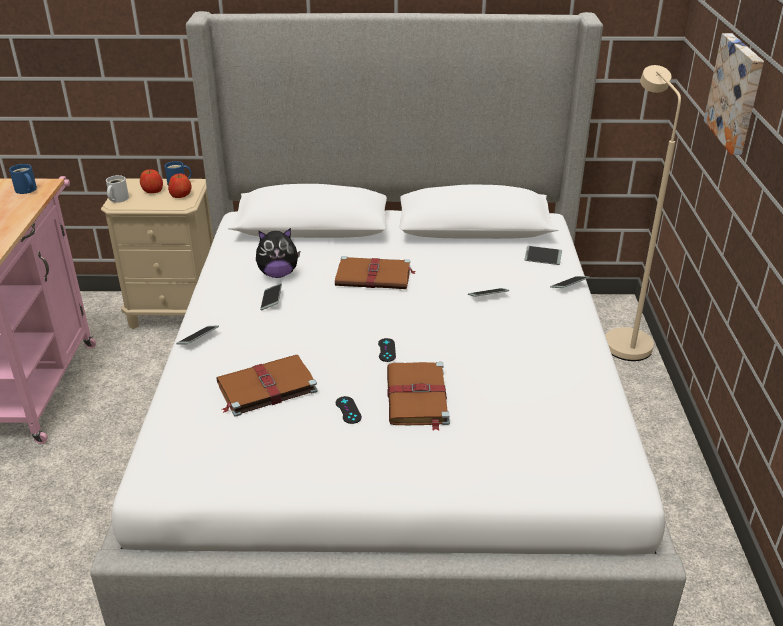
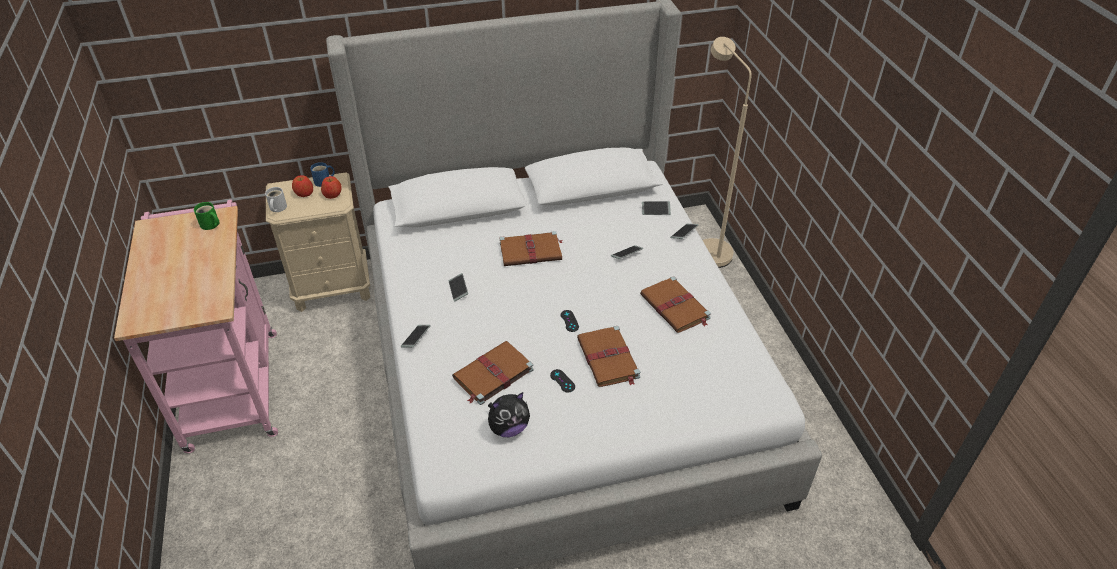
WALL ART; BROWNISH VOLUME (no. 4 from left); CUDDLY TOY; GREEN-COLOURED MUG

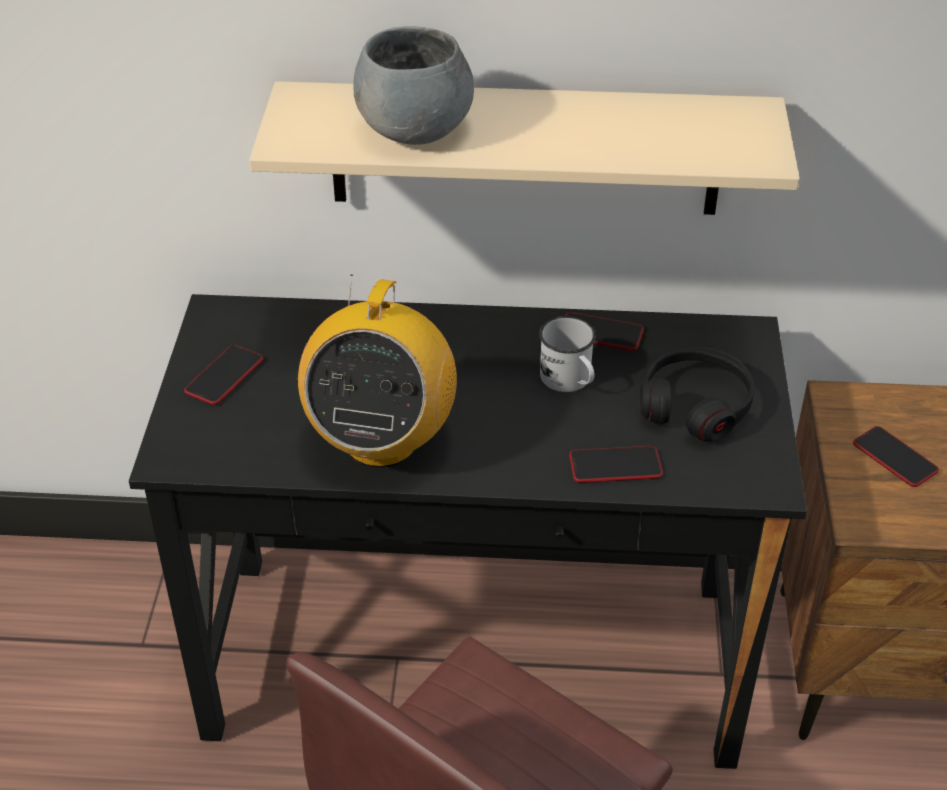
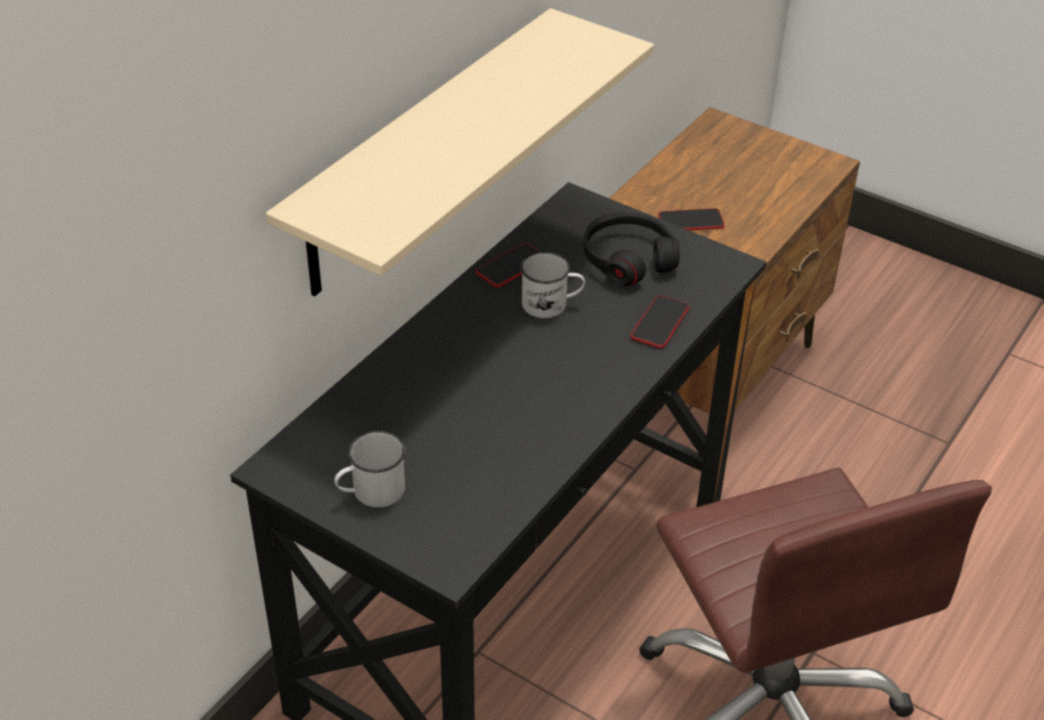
RADIO RECEIVER; GREY DEEP DISH; WHITE-COLOURED MUG (no. 1 from left)

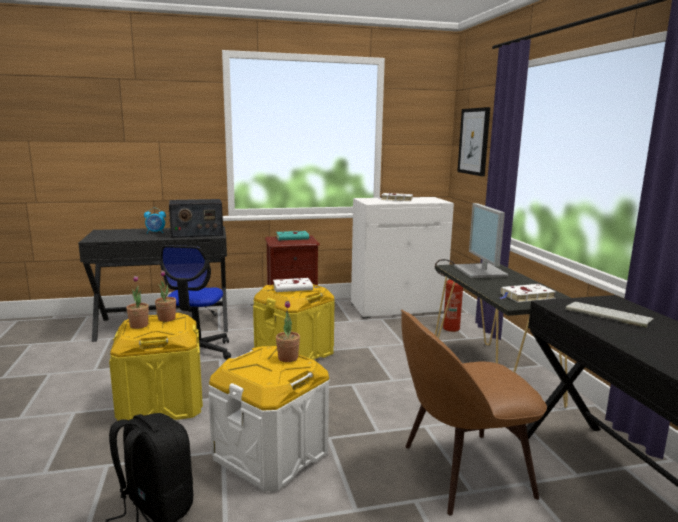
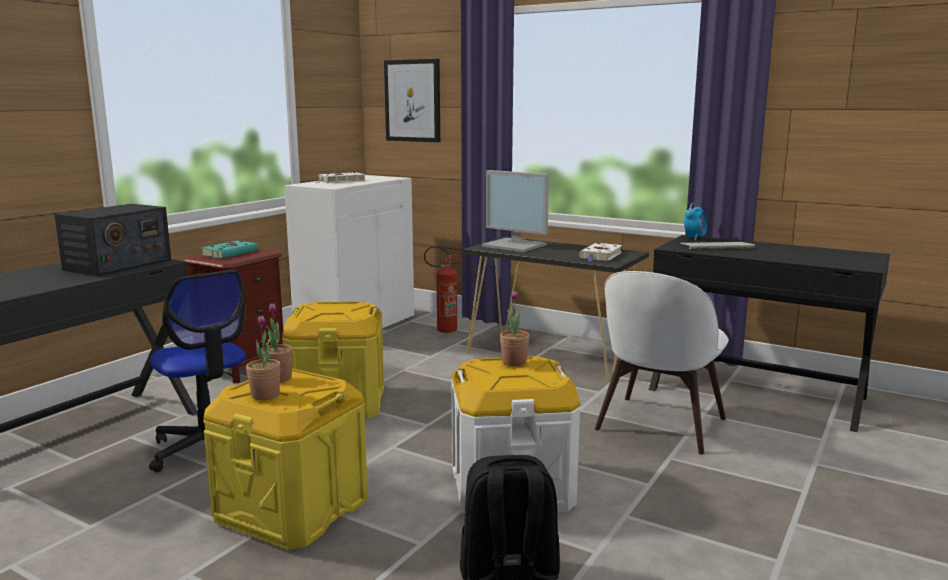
WHITE-COLOURED VOLUME (no. 1 from left in the first image); TABLE CLOCK; WHITE-COLOURED PLAIN CHAIR

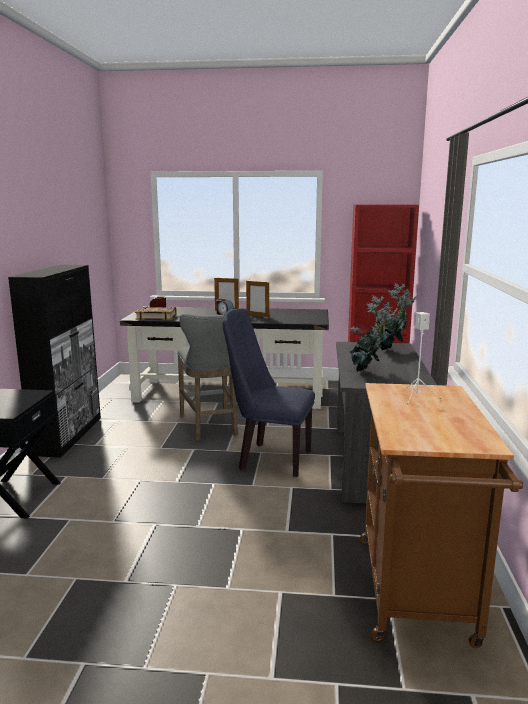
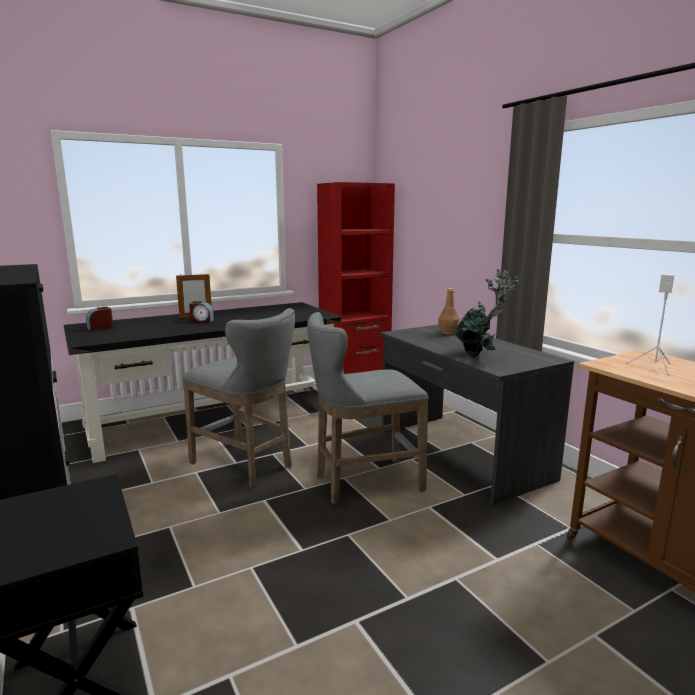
VOLUME; PHOTO FRAME (no. 2 from left in the first image); GREY STOOL SEAT (no. 2 from left); BROWNISH BOTTLE

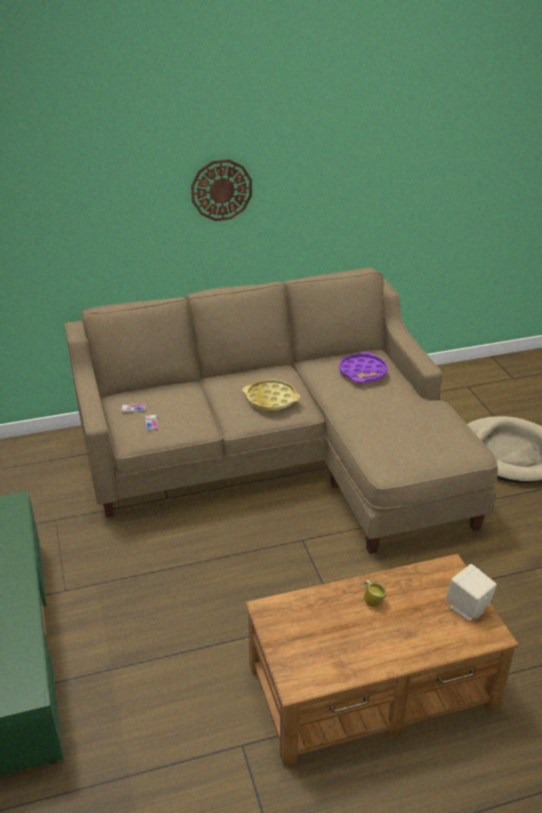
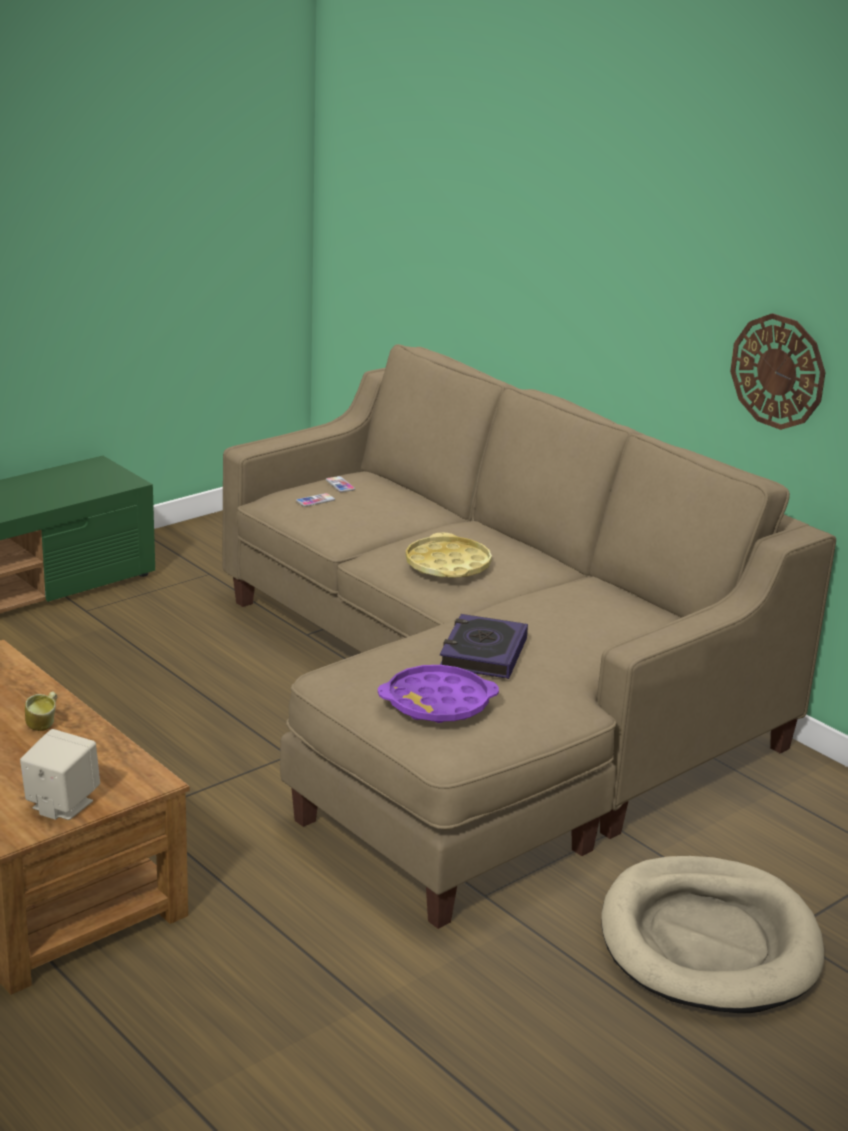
VOLUME; HANGING CLOCK; PURPLE-COLOURED TRAY

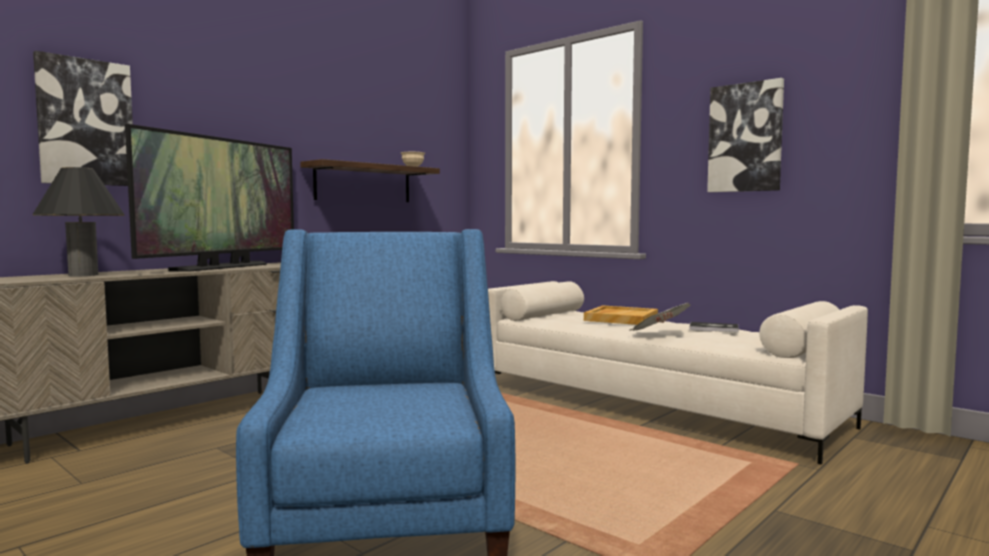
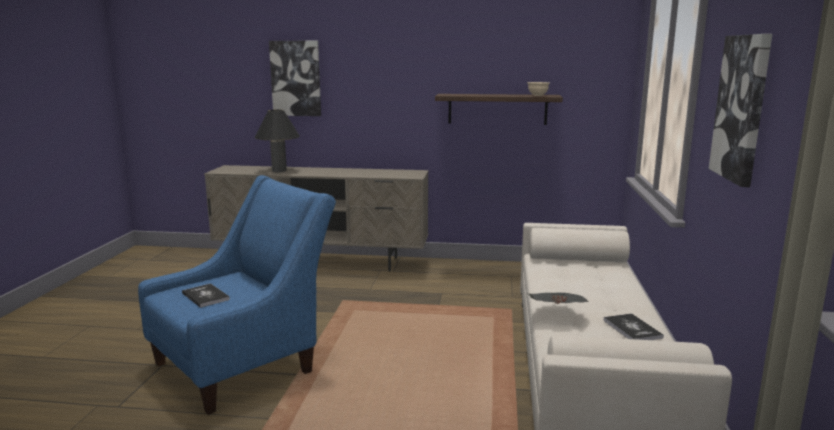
TV; SAND-COLOURED TRAY; VOLUME (no. 1 from left)

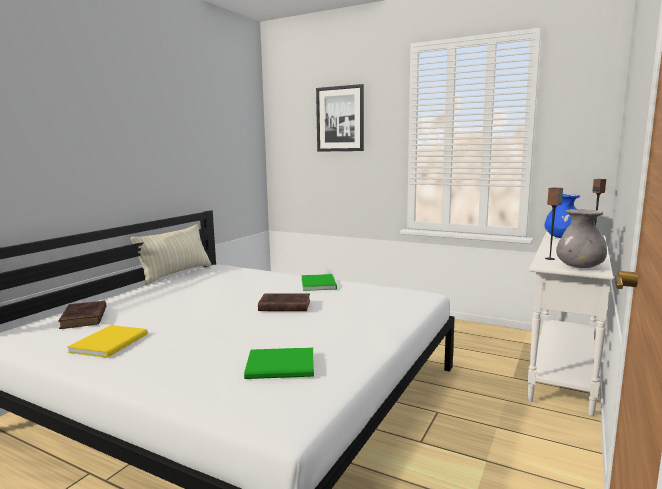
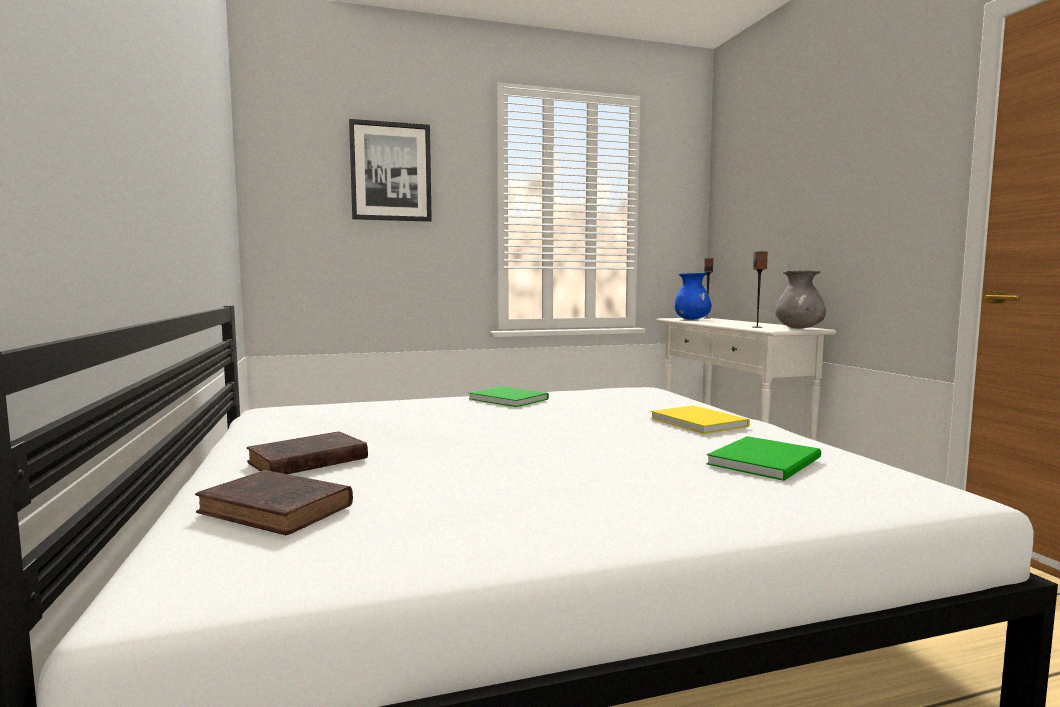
SAND-COLOURED PILLOW; YELLOWISH VOLUME; BROWNISH VOLUME (no. 2 from left)

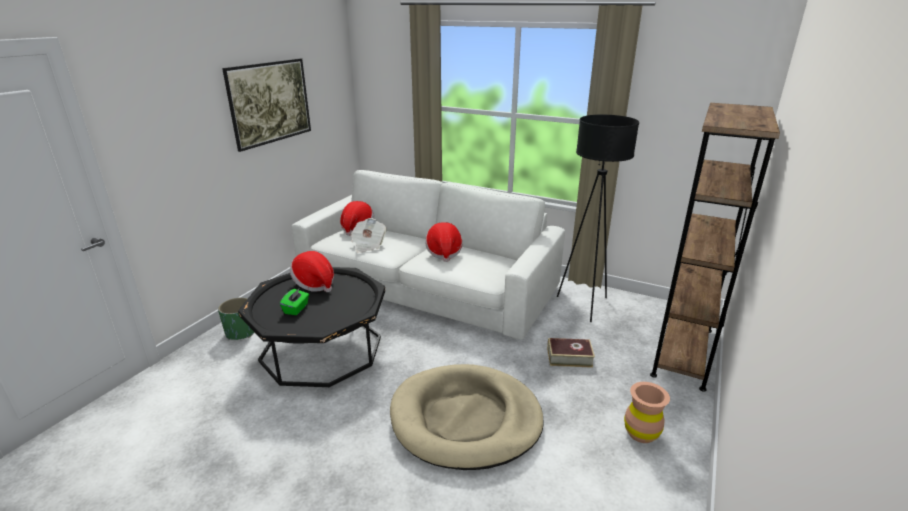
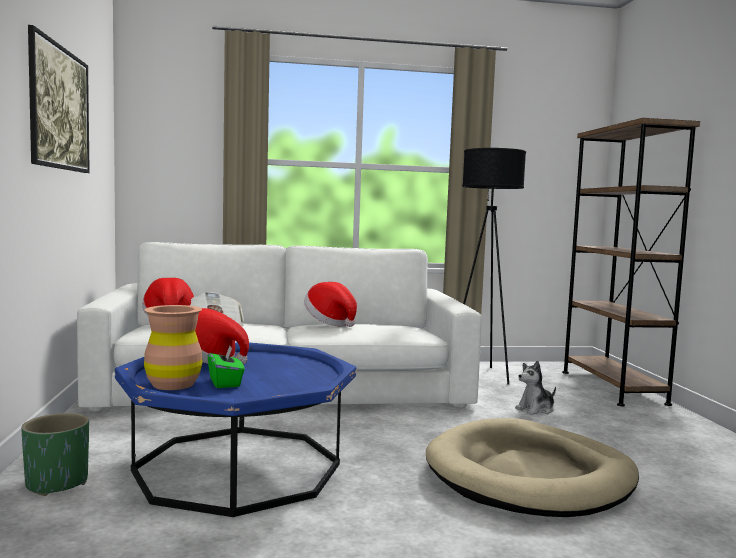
BROWNISH DECORATIVE VASE; CUDDLY TOY; BLUE LOW TABLE

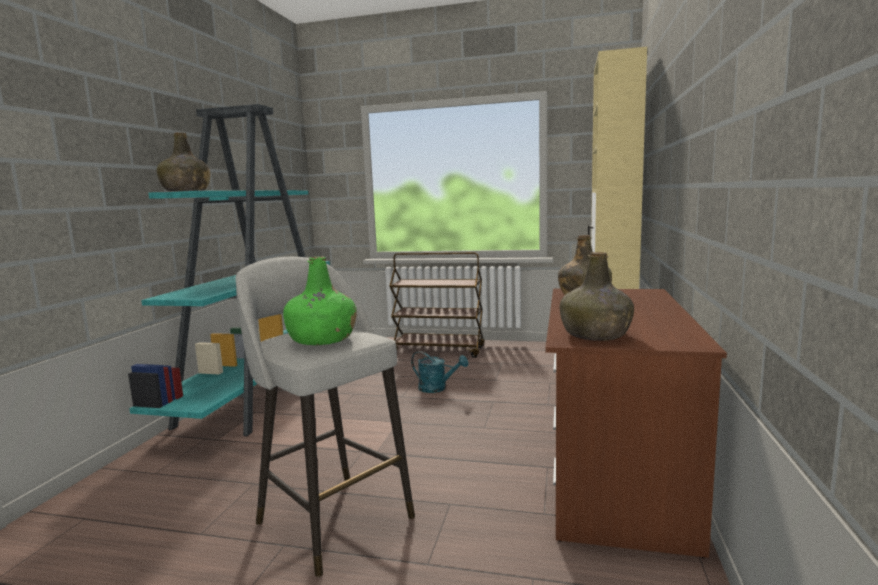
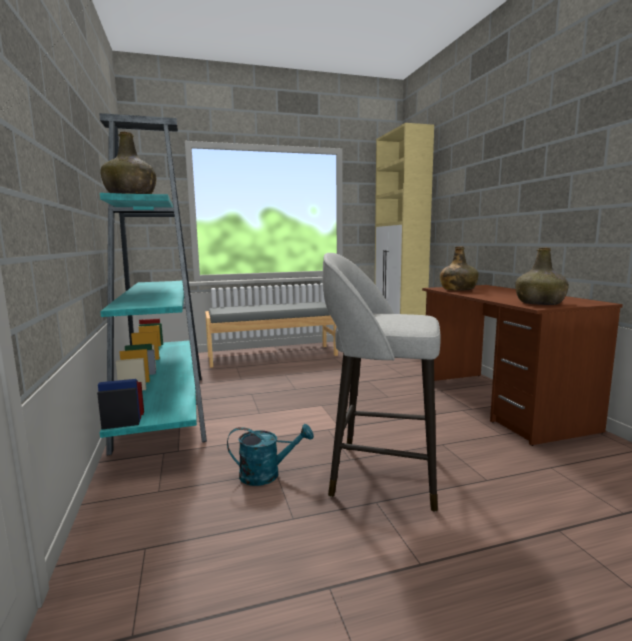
GREEN-COLOURED BOTTLE (no. 2 from left in the first image); BLUE-GREEN WATERING CAN; GREY LONG SEAT

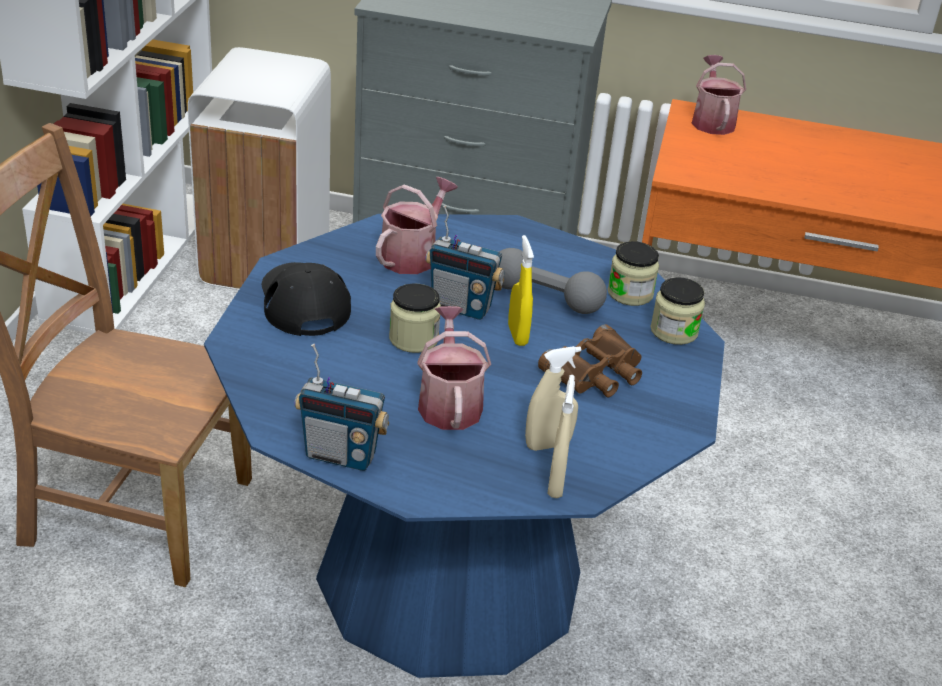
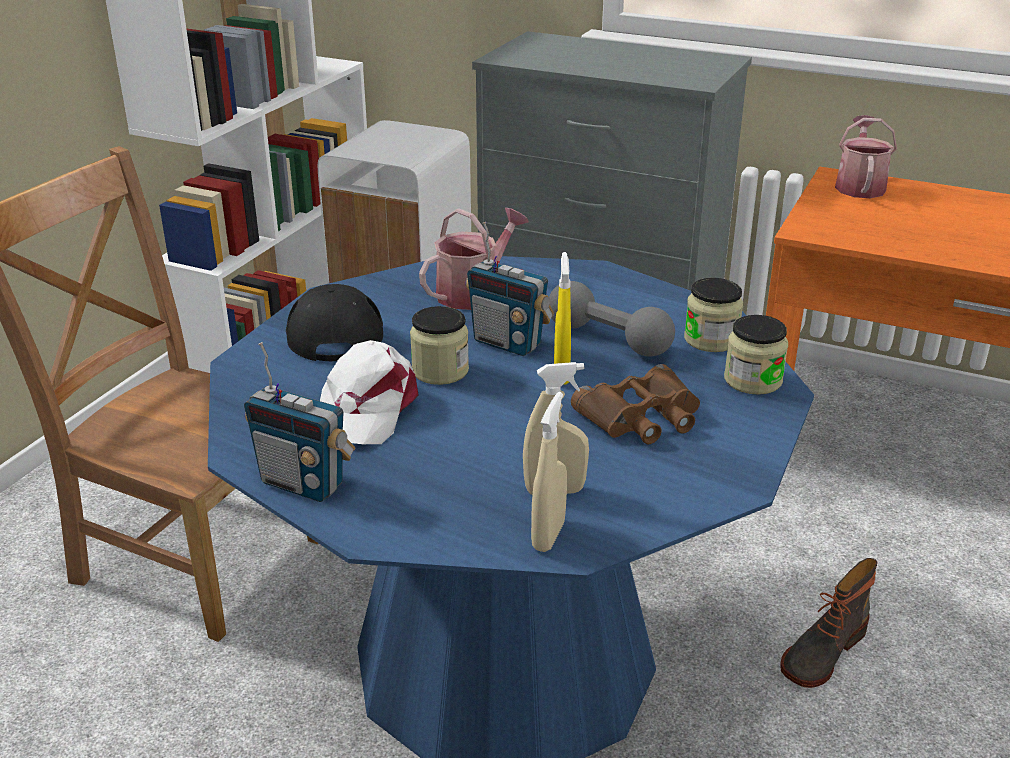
WATERING CAN (no. 2 from left in the first image); WHITE-COLOURED PEAKED CAP; BOOT

